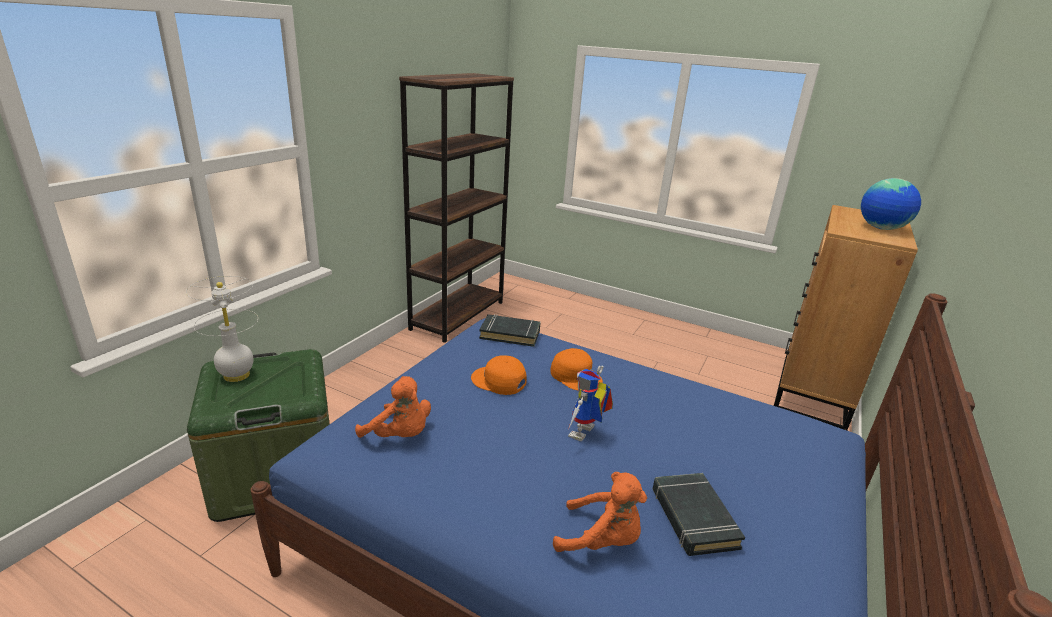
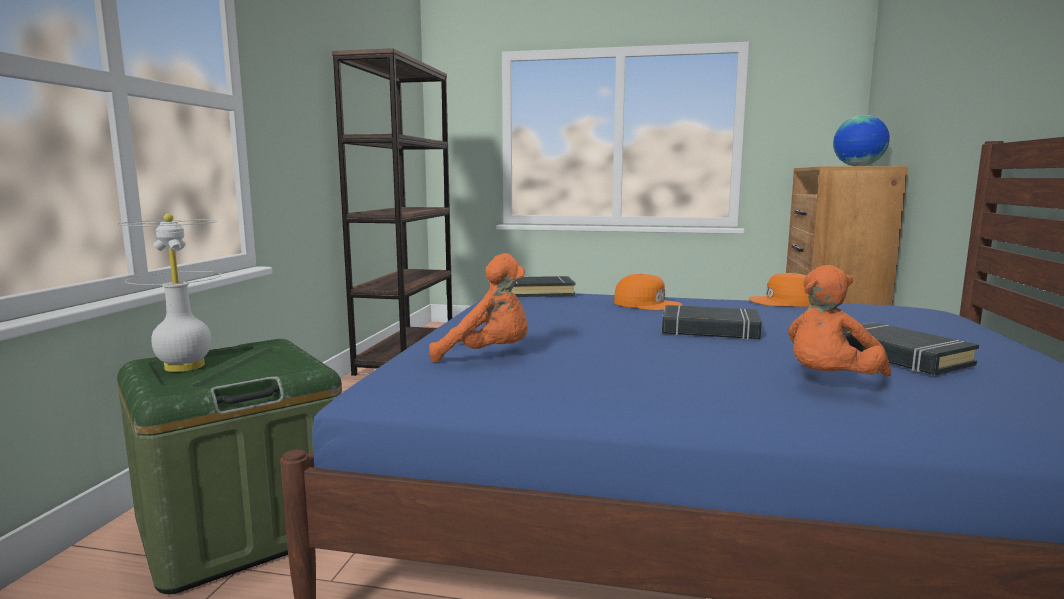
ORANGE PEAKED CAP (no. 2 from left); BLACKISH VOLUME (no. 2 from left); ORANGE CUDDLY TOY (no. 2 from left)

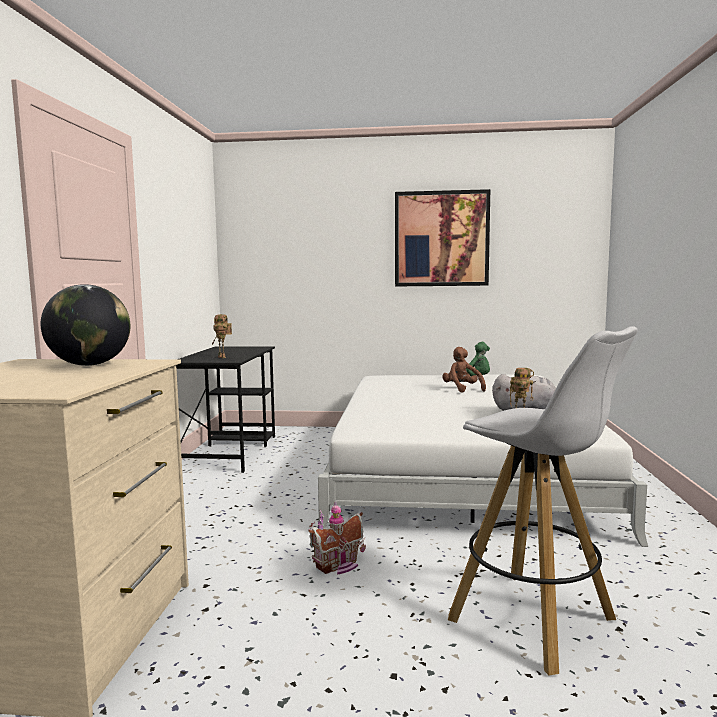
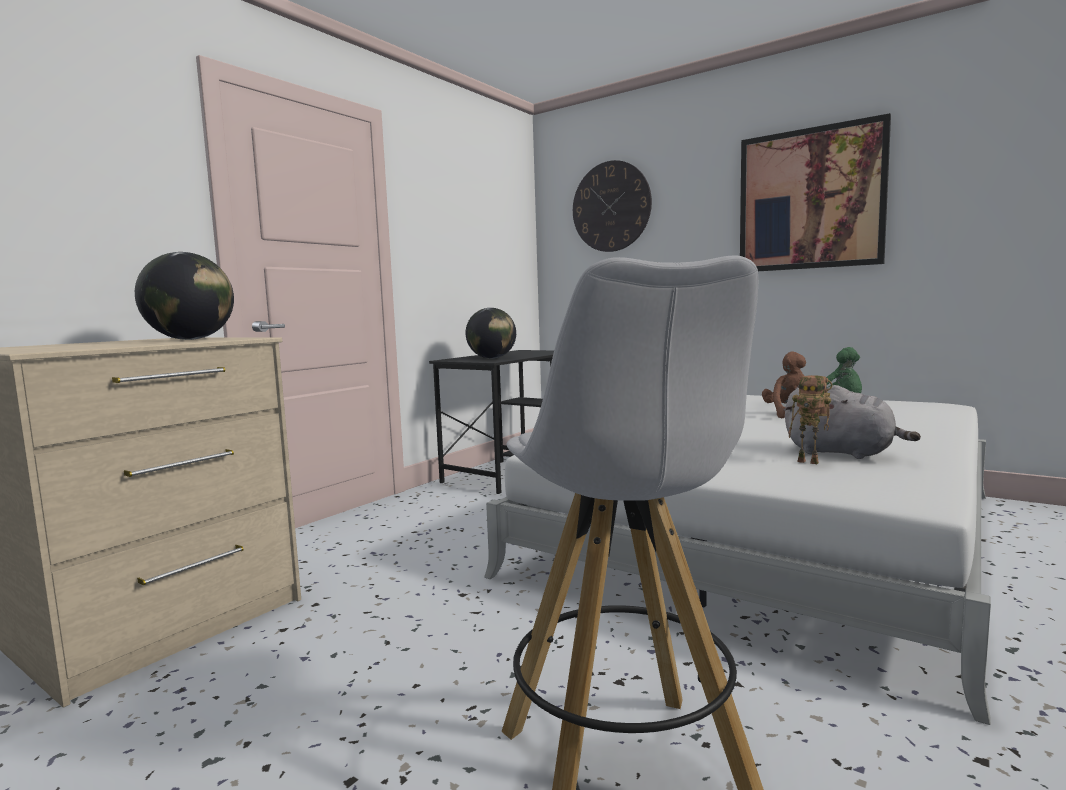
MODEL HOUSE; HANGING CLOCK; WORLD GLOBE (no. 2 from left)

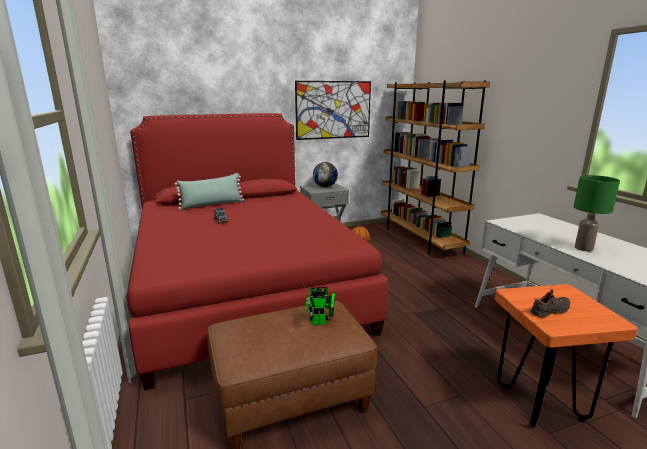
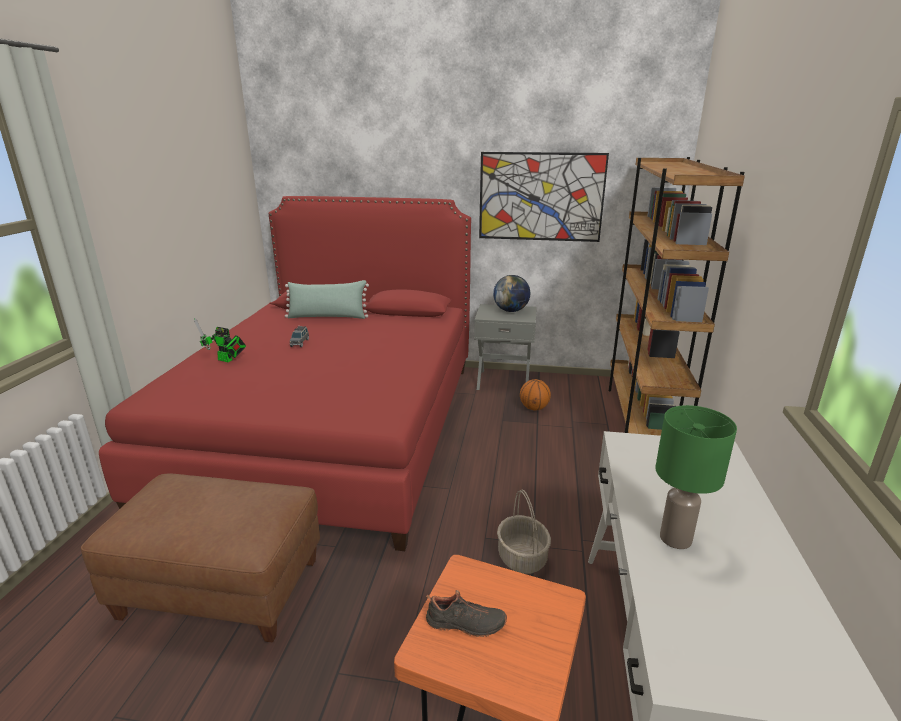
STORAGE BASKET; TOY ROBOT

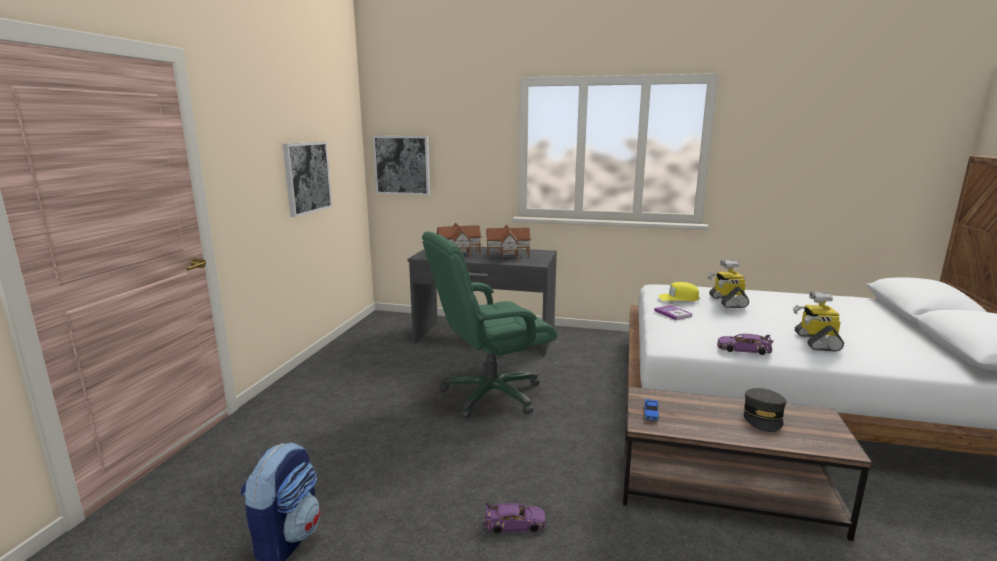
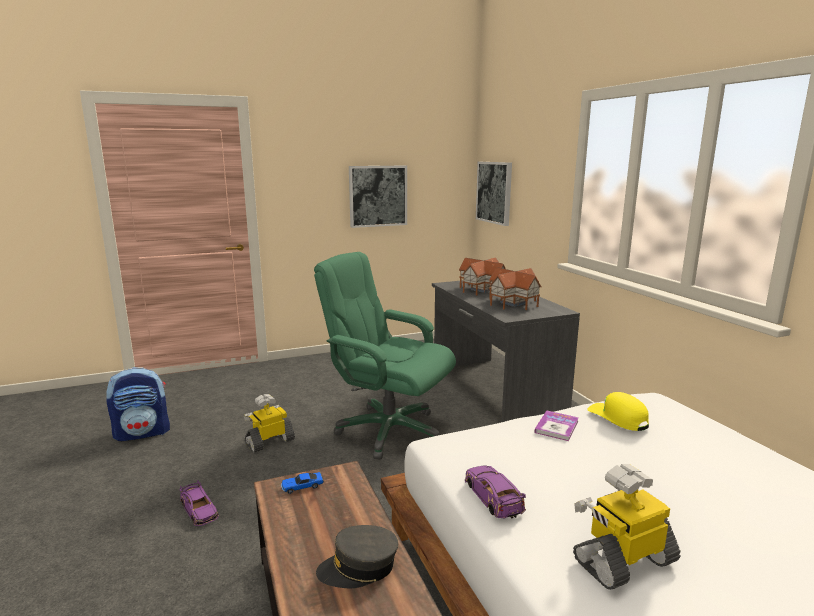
TOY ROBOT (no. 1 from left)

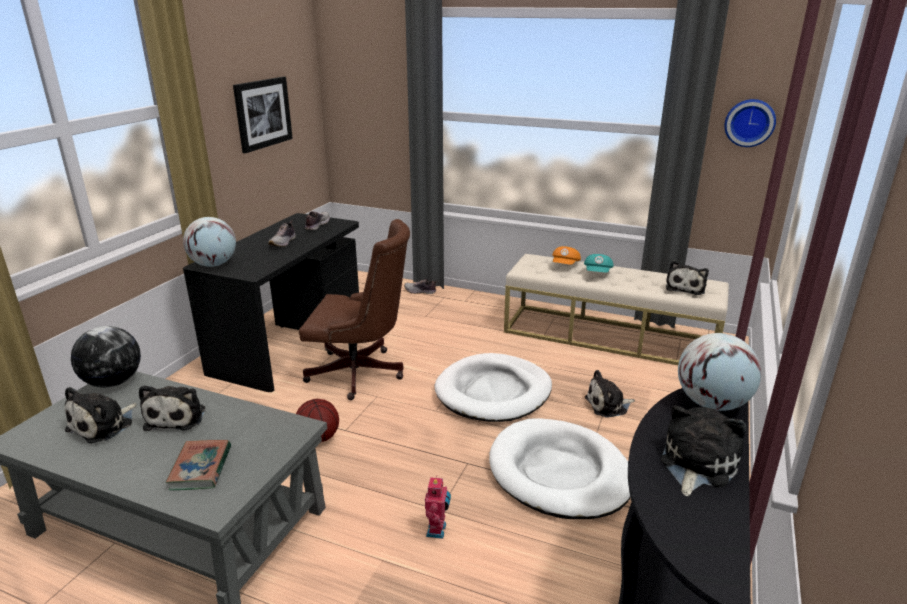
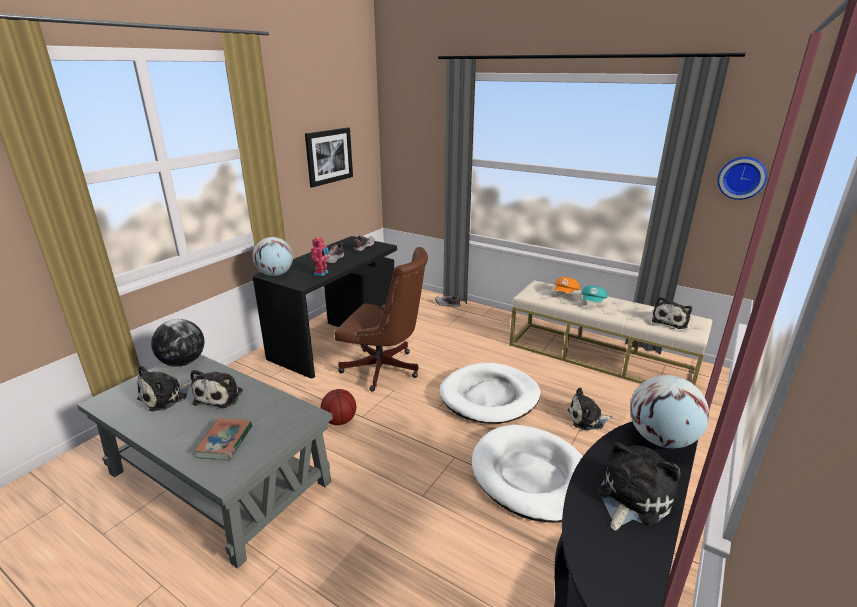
TOY ROBOT

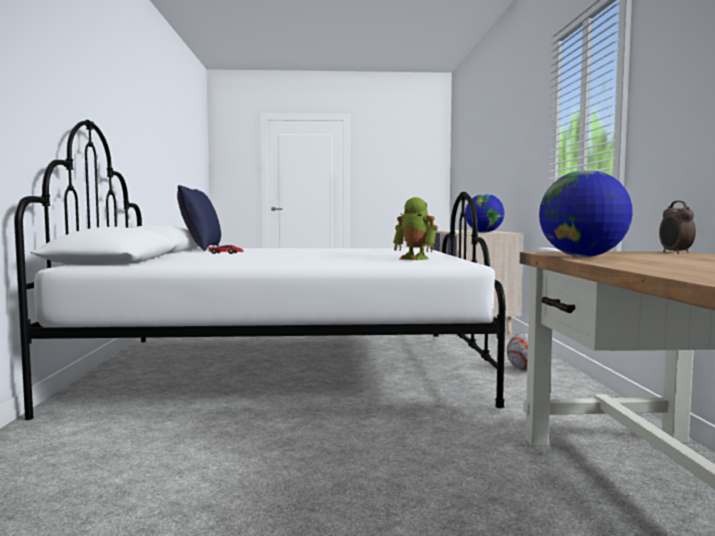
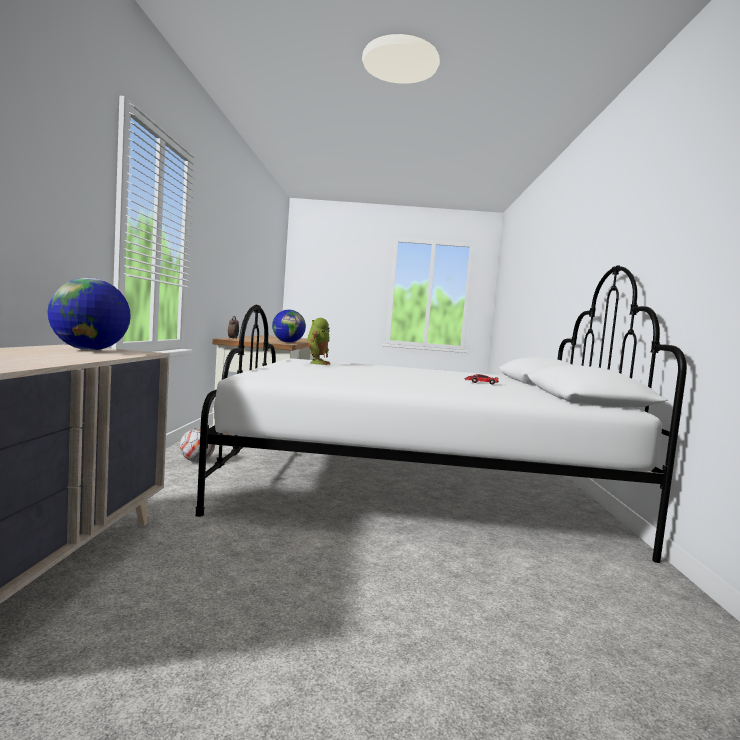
BLUE PILLOW; TOY ROBOT

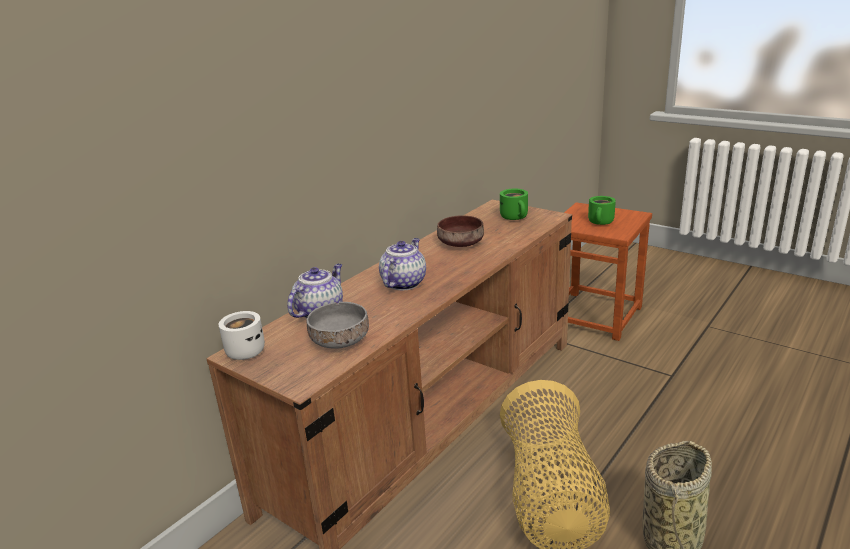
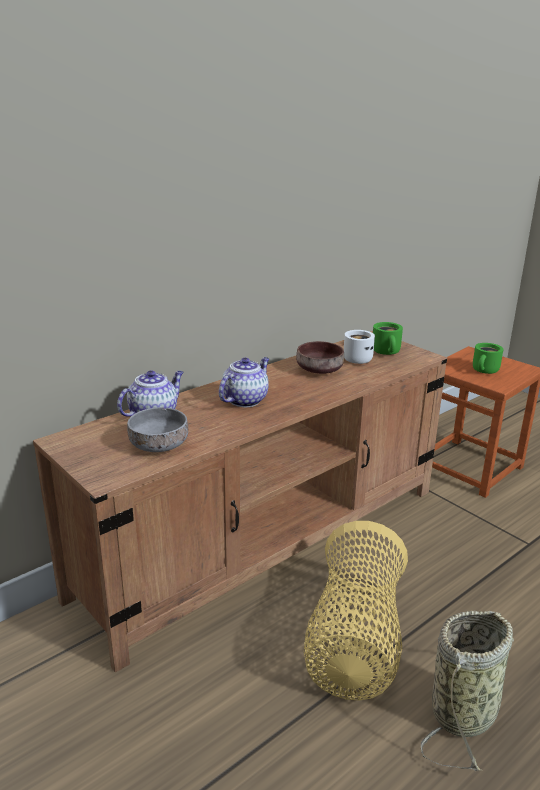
WHITE-COLOURED MUG

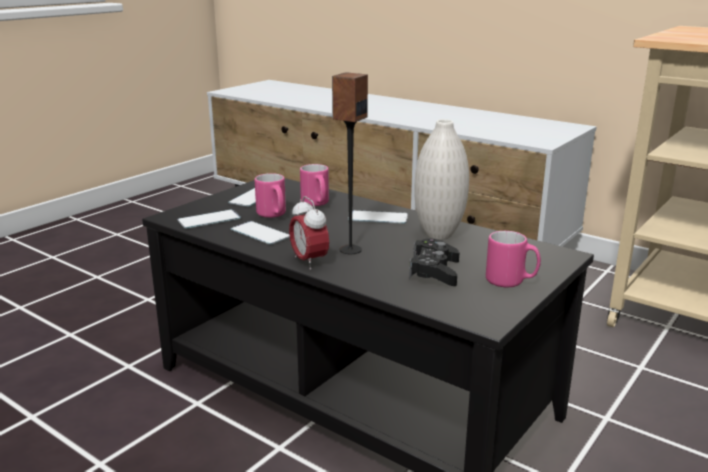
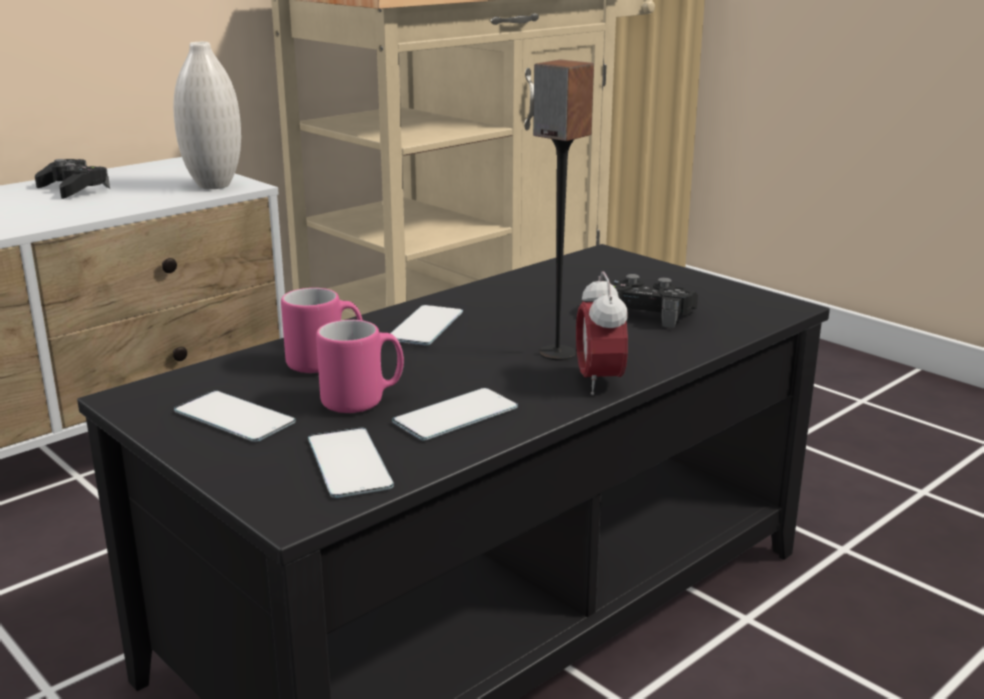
PINK MUG (no. 3 from left in the first image); BLACKISH GAME CONTROLLER (no. 1 from left); WHITE-COLOURED DECORATIVE VASE; TABLE CLOCK

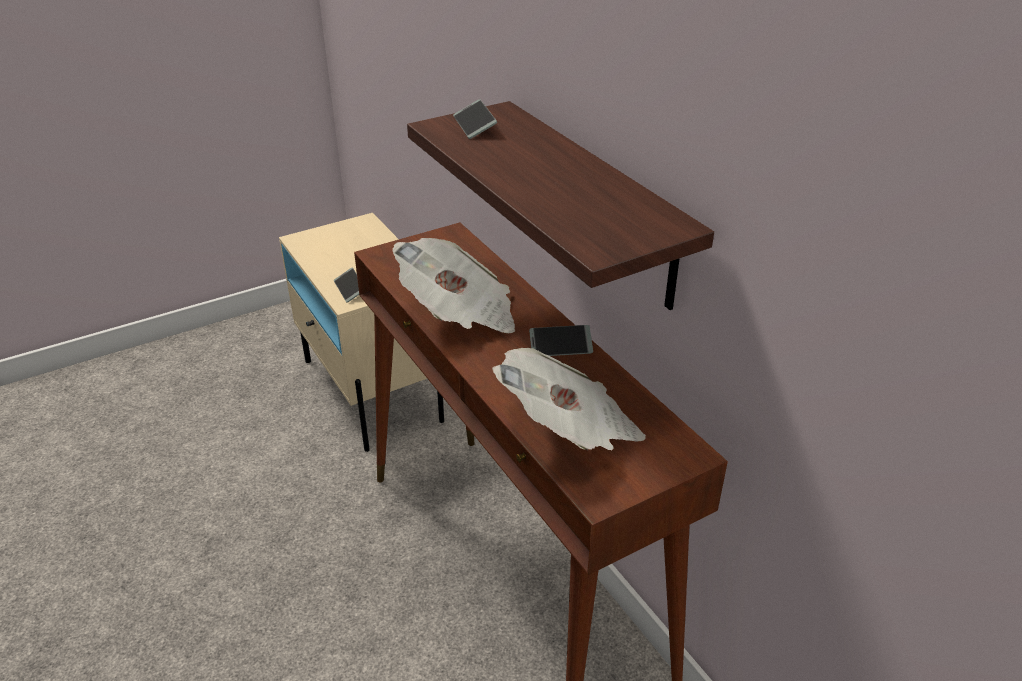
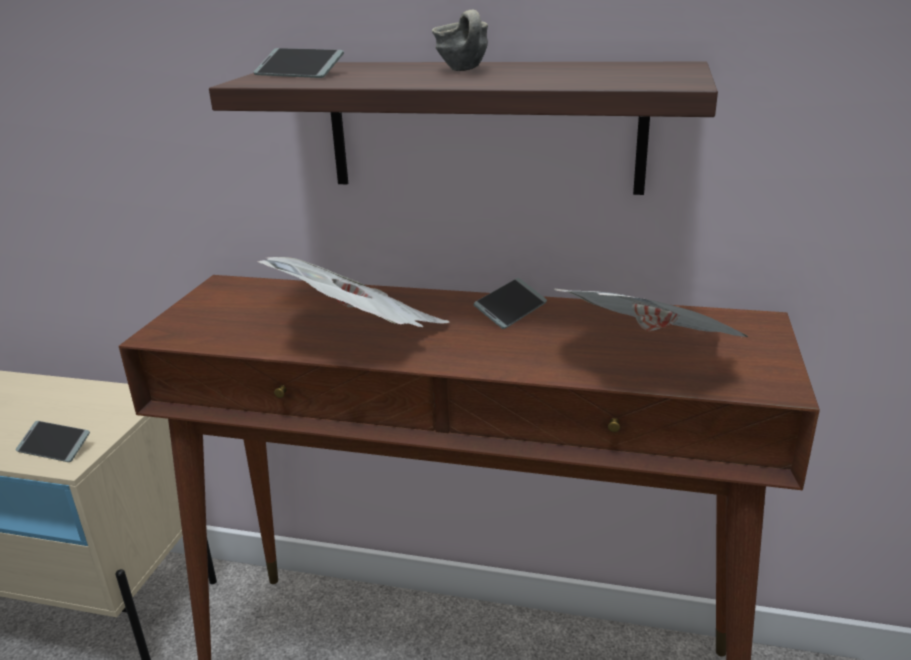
GREY MUG

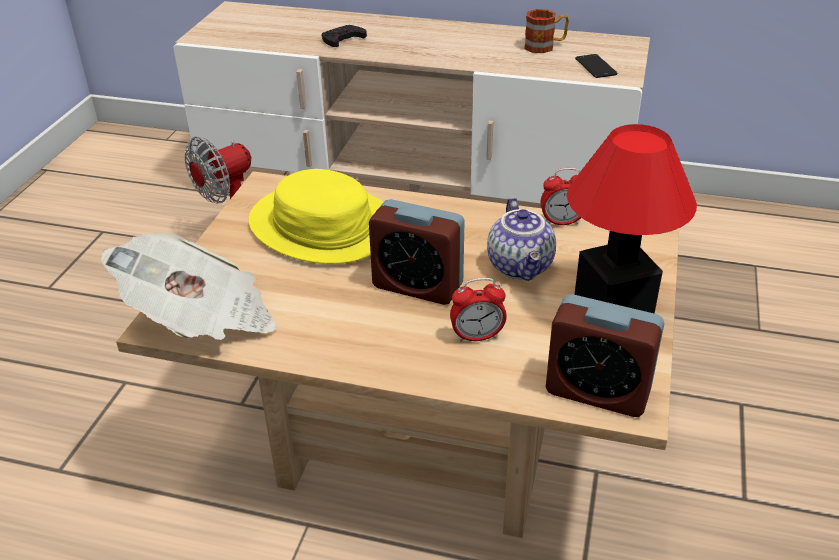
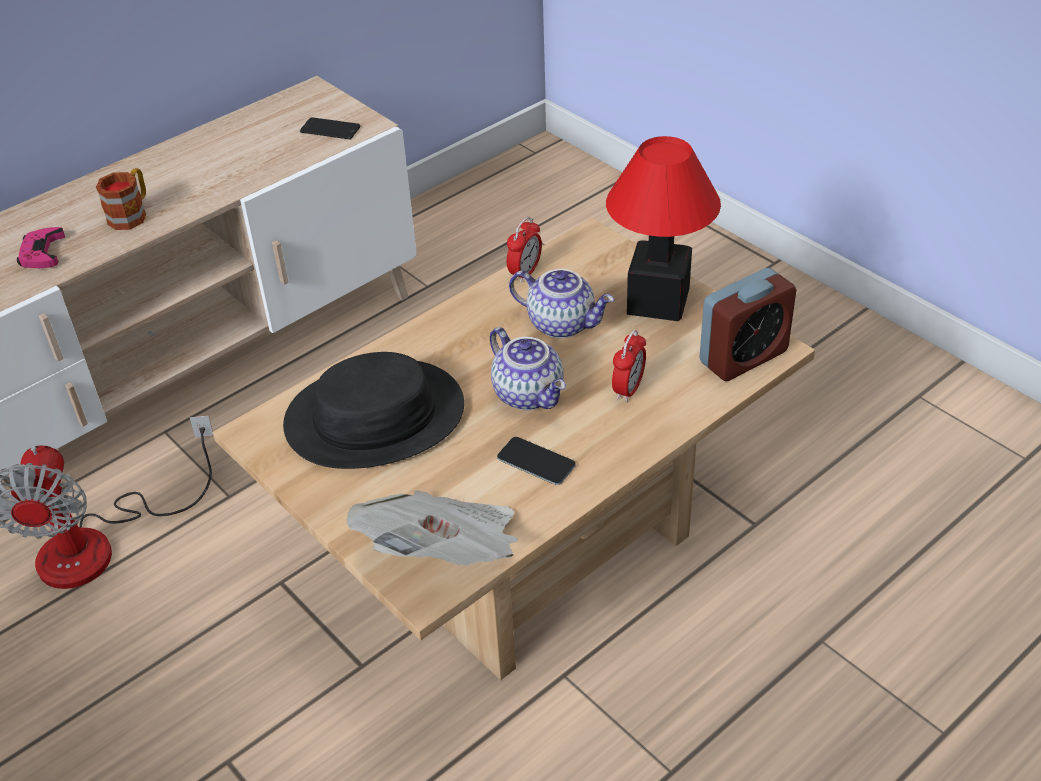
HANDSET (no. 2 from left); MUG; POT FOR TEA (no. 1 from left); BLACKISH WEARABLE HAT; PINK GAME CONTROLLER

